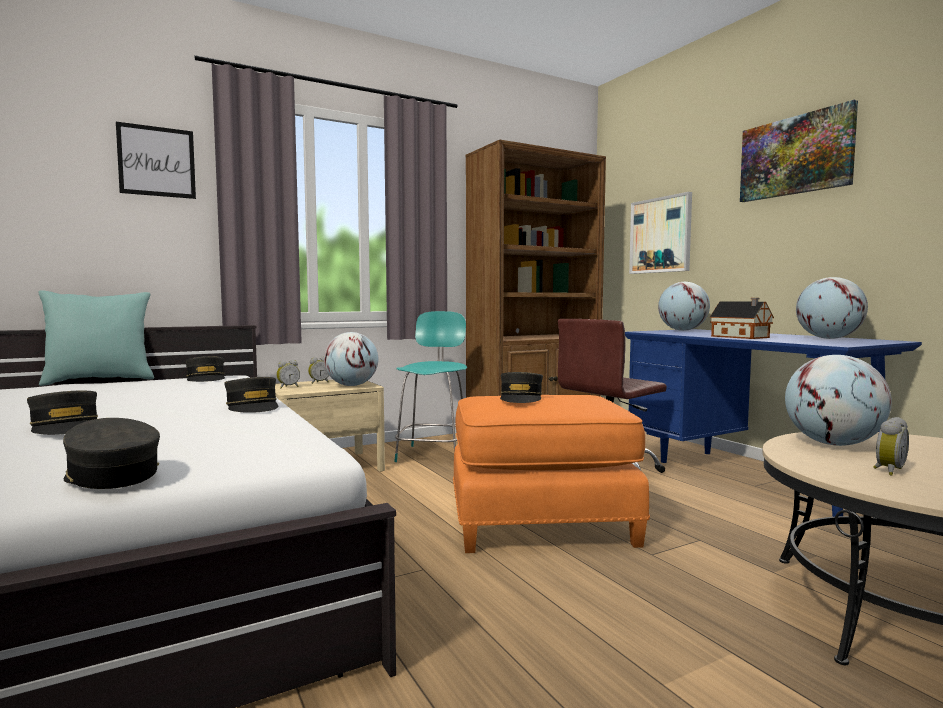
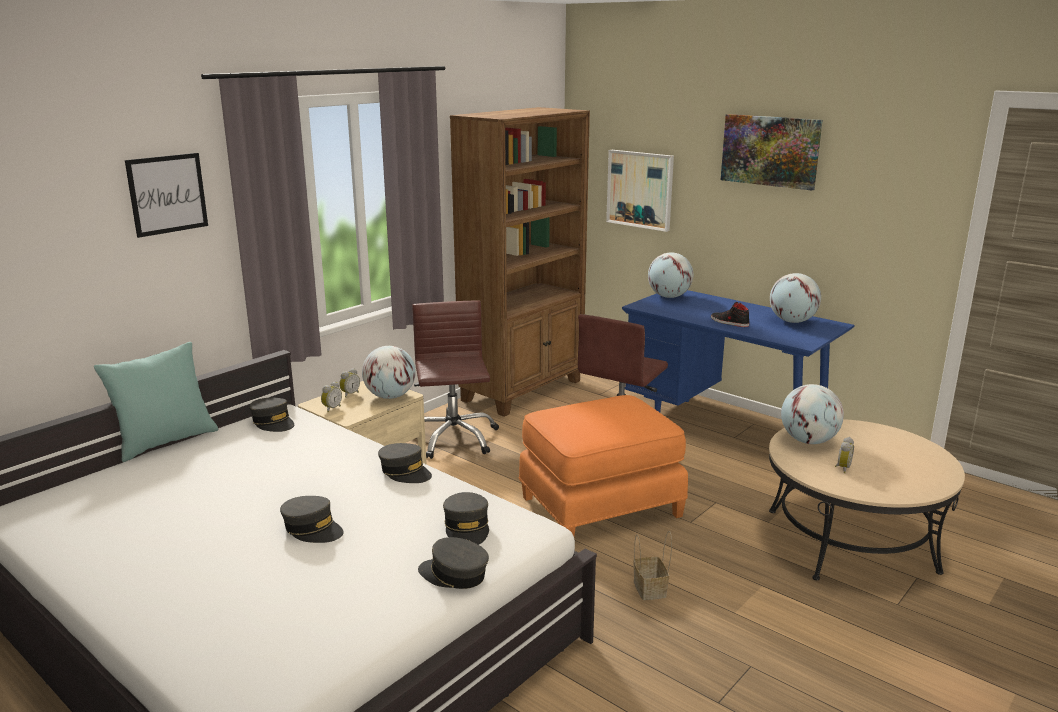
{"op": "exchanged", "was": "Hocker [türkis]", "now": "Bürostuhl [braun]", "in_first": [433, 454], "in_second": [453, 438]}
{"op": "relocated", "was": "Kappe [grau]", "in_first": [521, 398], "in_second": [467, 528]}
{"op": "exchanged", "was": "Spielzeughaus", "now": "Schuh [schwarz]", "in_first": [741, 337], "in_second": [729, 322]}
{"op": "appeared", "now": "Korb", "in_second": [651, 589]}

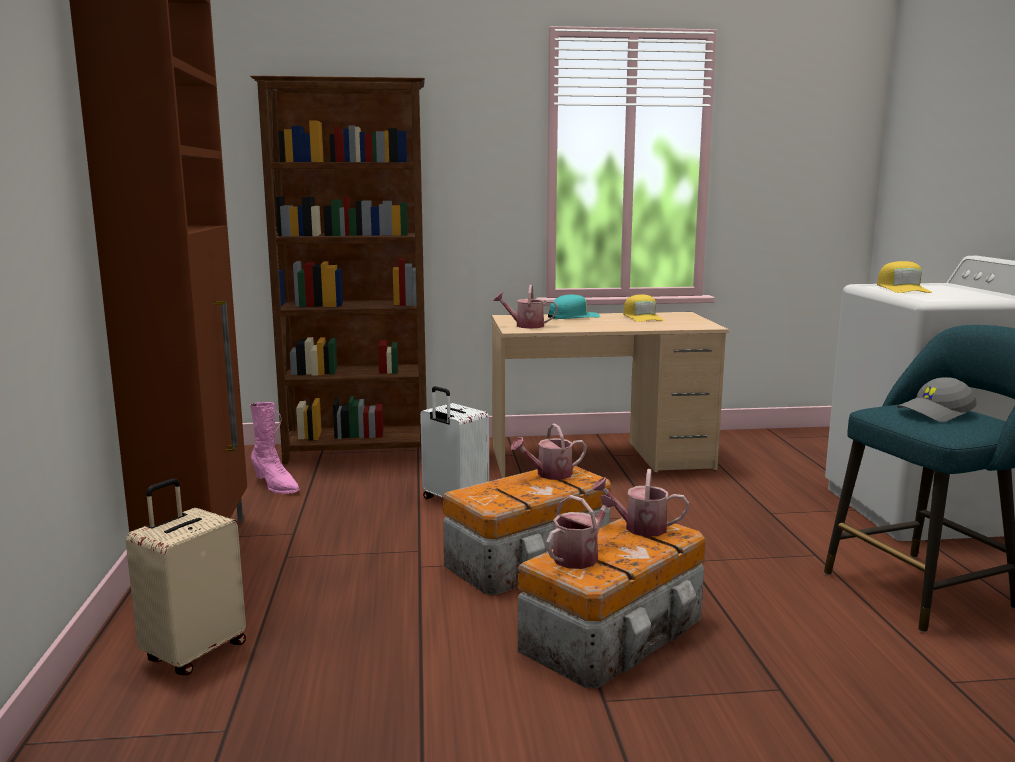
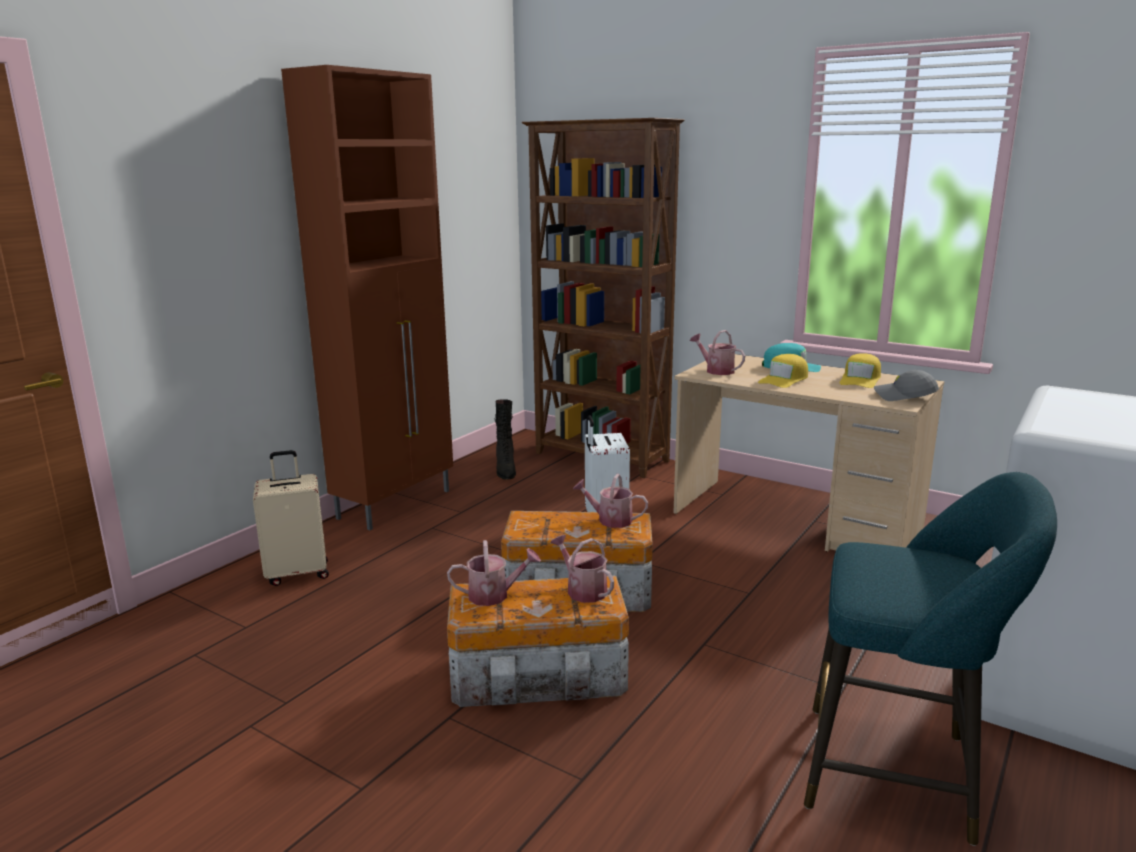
{"op": "colour", "was": "Stiefel [rosa]", "now": "Stiefel [schwarz]", "in_first": [275, 486], "in_second": [505, 470]}
{"op": "relocated", "was": "Kappe [gelb]", "in_first": [902, 289], "in_second": [784, 380]}
{"op": "relocated", "was": "Kappe [grau]", "in_first": [936, 413], "in_second": [904, 397]}

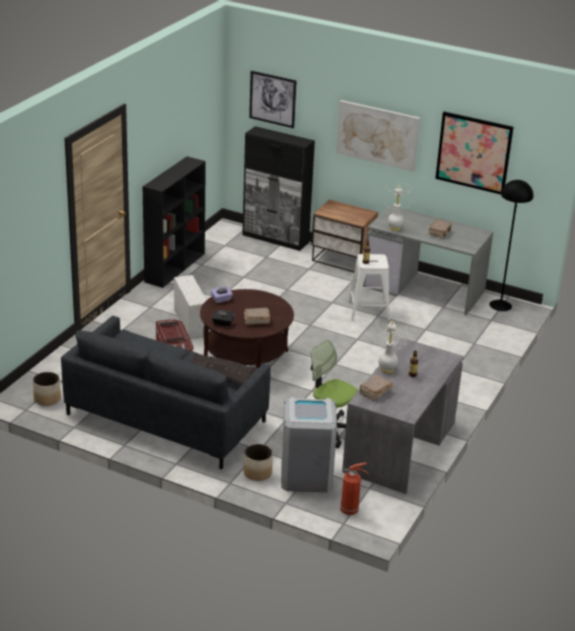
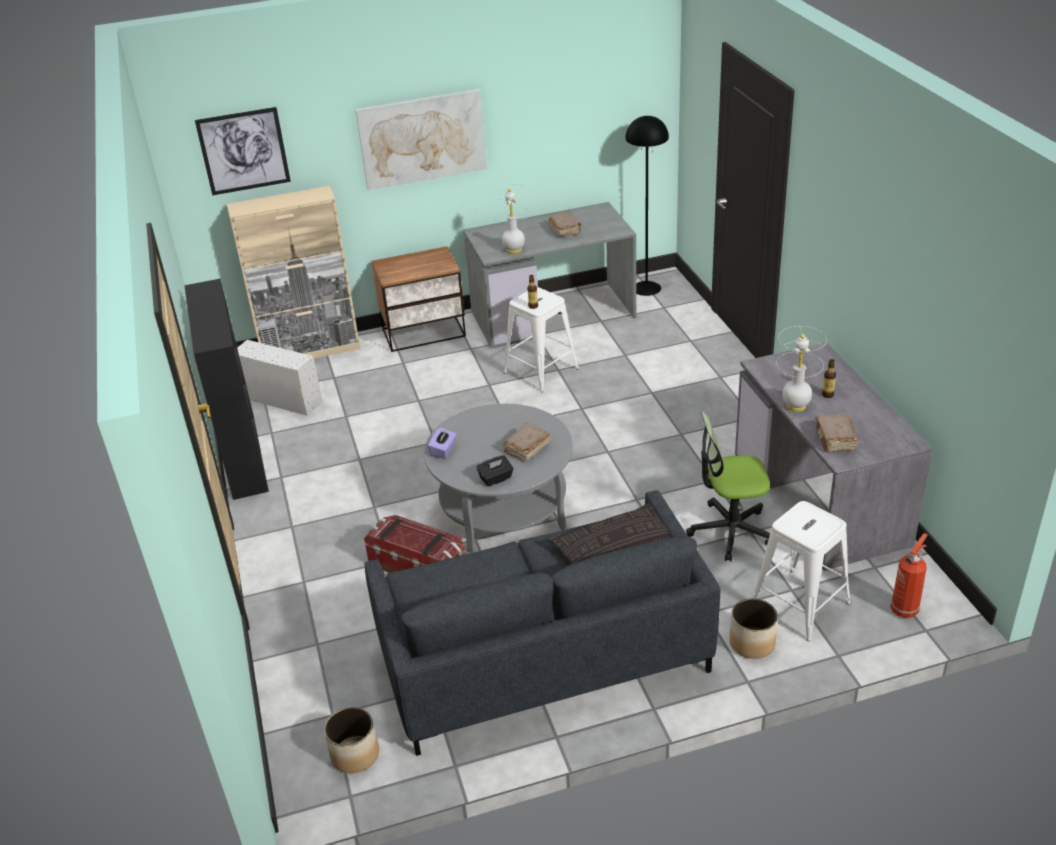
{"op": "relocated", "was": "Aufbewahrungsbox [weiß]", "in_first": [190, 322], "in_second": [280, 399]}
{"op": "colour", "was": "Couchtisch [braun]", "now": "Couchtisch [grau]", "in_first": [245, 356], "in_second": [503, 510]}
{"op": "colour", "was": "Schrank [schwarz]", "now": "Schrank [beige]", "in_first": [275, 239], "in_second": [311, 351]}
{"op": "exchanged", "was": "Mülleimer [grau]", "now": "Hocker [weiß]", "in_first": [306, 475], "in_second": [800, 604]}
{"op": "missing", "was": "Bild", "in_first": [474, 152]}

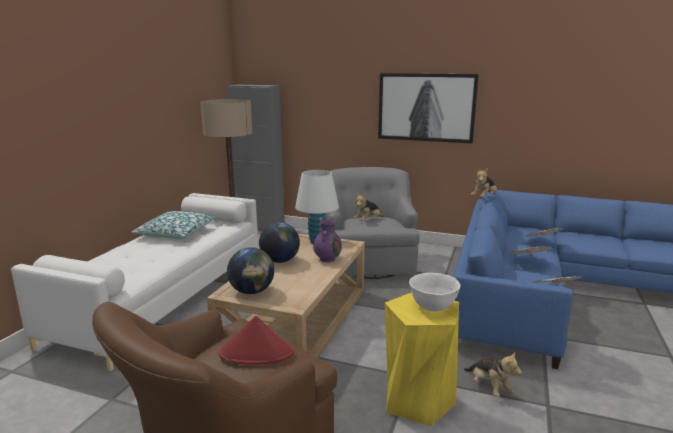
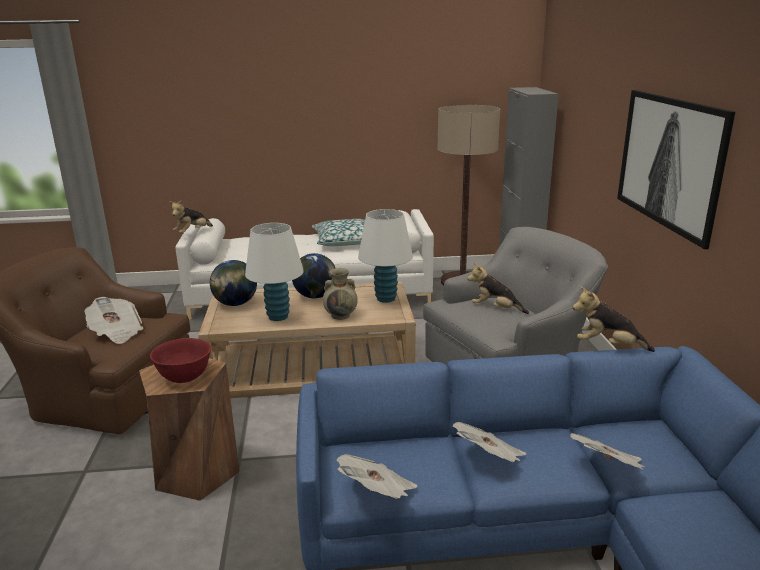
{"op": "exchanged", "was": "Hut [rot]", "now": "Zeitung", "in_first": [256, 353], "in_second": [116, 333]}
{"op": "colour", "was": "Vase [lila]", "now": "Vase [beige]", "in_first": [327, 259], "in_second": [341, 315]}
{"op": "colour", "was": "Hocker [gelb]", "now": "Hocker [braun]", "in_first": [417, 400], "in_second": [197, 473]}
{"op": "colour", "was": "Schüssel [weiß]", "now": "Schüssel [rot]", "in_first": [433, 307], "in_second": [184, 377]}
{"op": "relocated", "was": "Plüschtier", "in_first": [489, 387], "in_second": [192, 233]}
{"op": "appeared", "now": "Tischlampe [weiß]", "in_second": [278, 317]}

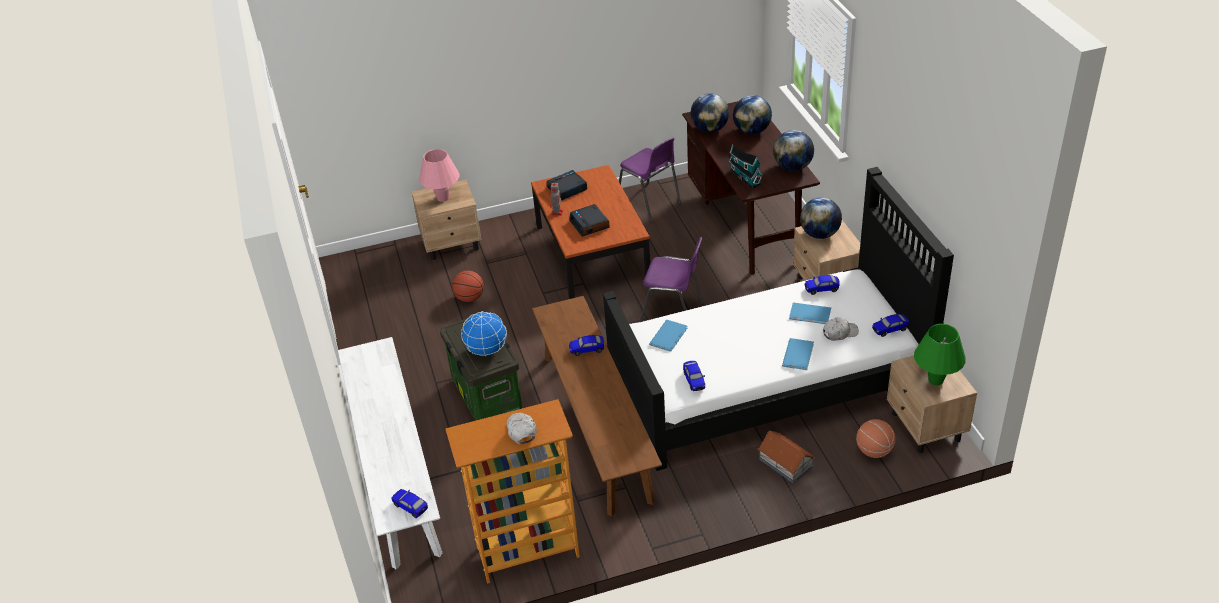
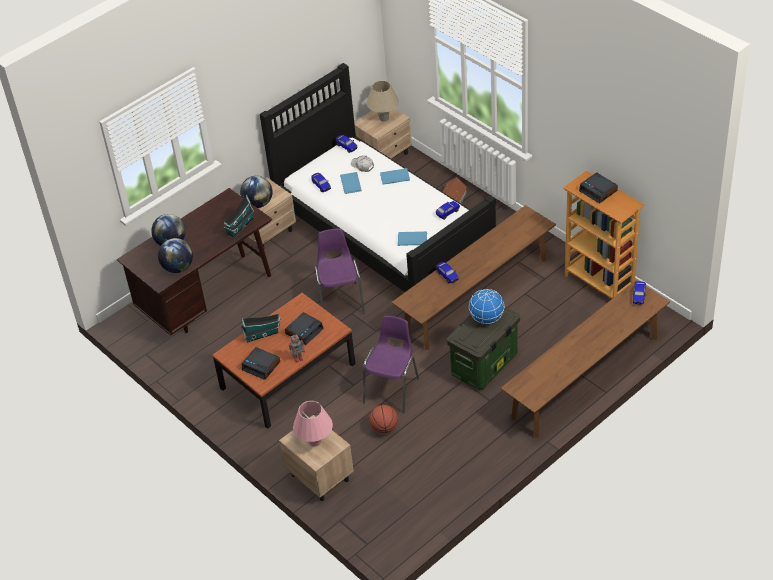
{"op": "colour", "was": "Bank [weiß]", "now": "Bank [braun]", "in_first": [396, 472], "in_second": [585, 377]}
{"op": "exchanged", "was": "Kappe [weiß]", "now": "Wecker", "in_first": [521, 430], "in_second": [598, 191]}
{"op": "relocated", "was": "Stuhl [lila]", "in_first": [649, 204], "in_second": [392, 389]}
{"op": "missing", "was": "Globus", "in_first": [793, 167]}
{"op": "missing", "was": "Basketball", "in_first": [874, 451]}
{"op": "colour", "was": "Tischlampe [grün]", "now": "Tischlampe [beige]", "in_first": [935, 380], "in_second": [384, 118]}
{"op": "appeared", "now": "Spielzeughaus", "in_second": [262, 334]}

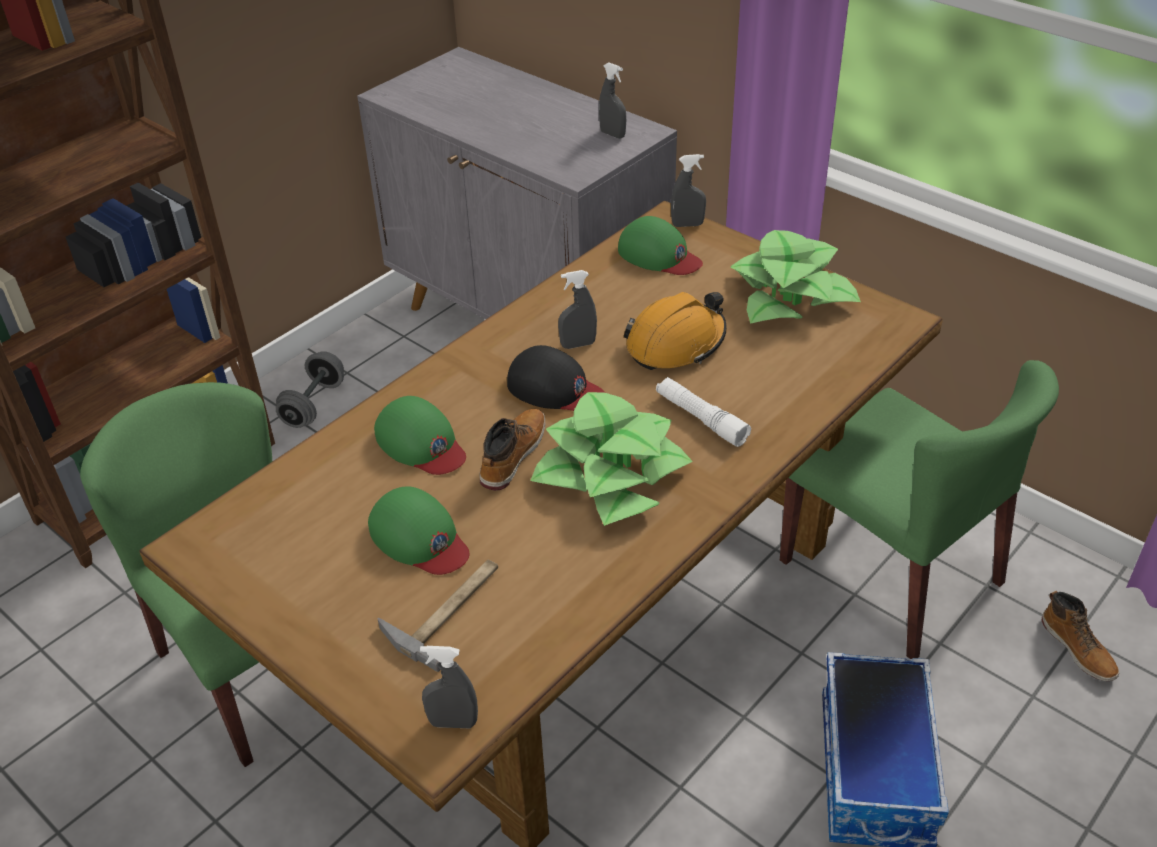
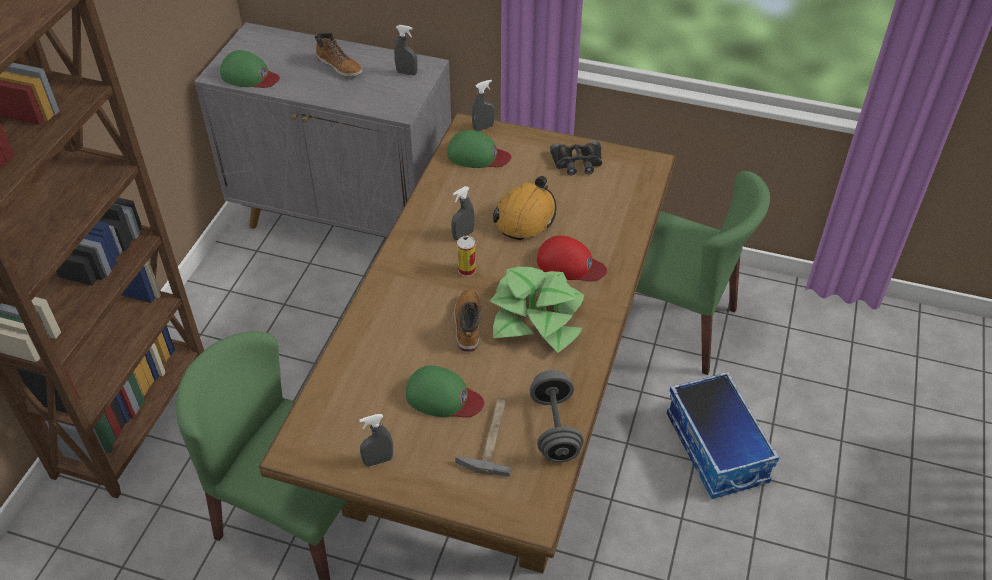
{"op": "relocated", "was": "Hantel [grau]", "in_first": [314, 404], "in_second": [555, 428]}
{"op": "relocated", "was": "Kappe [grün]", "in_first": [421, 443], "in_second": [249, 76]}
{"op": "relocated", "was": "Sprühflasche [grau]", "in_first": [453, 722], "in_second": [378, 460]}
{"op": "exchanged", "was": "Kappe [schwarz]", "now": "Dose", "in_first": [555, 388], "in_second": [466, 270]}
{"op": "exchanged", "was": "Taschenlampe [weiß]", "now": "Kappe [rot]", "in_first": [701, 418], "in_second": [570, 264]}
{"op": "exchanged", "was": "Topfpflanze", "now": "Fernglas [schwarz]", "in_first": [790, 294], "in_second": [577, 162]}
{"op": "relocated", "was": "Stiefel", "in_first": [1078, 649], "in_second": [340, 66]}

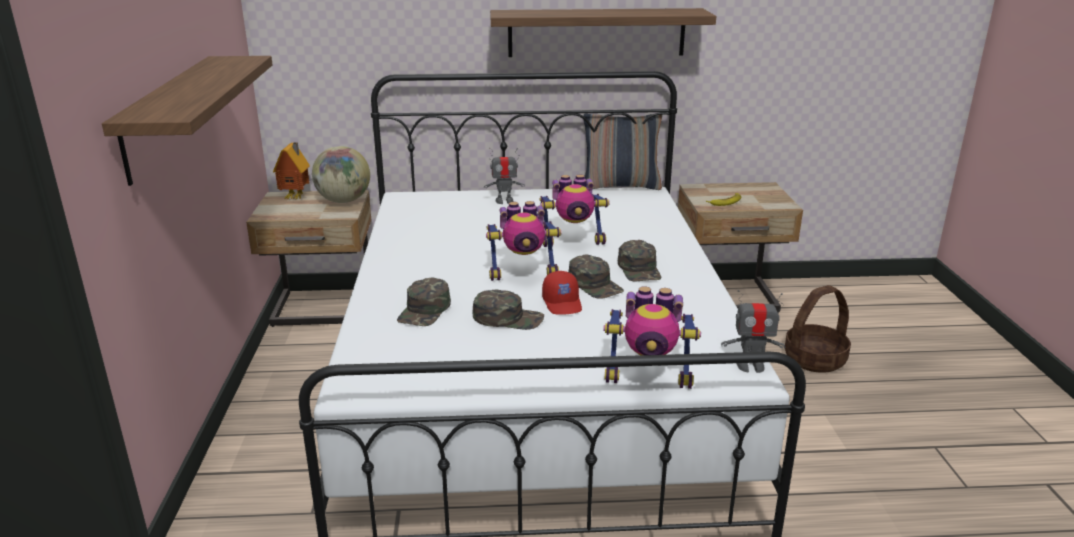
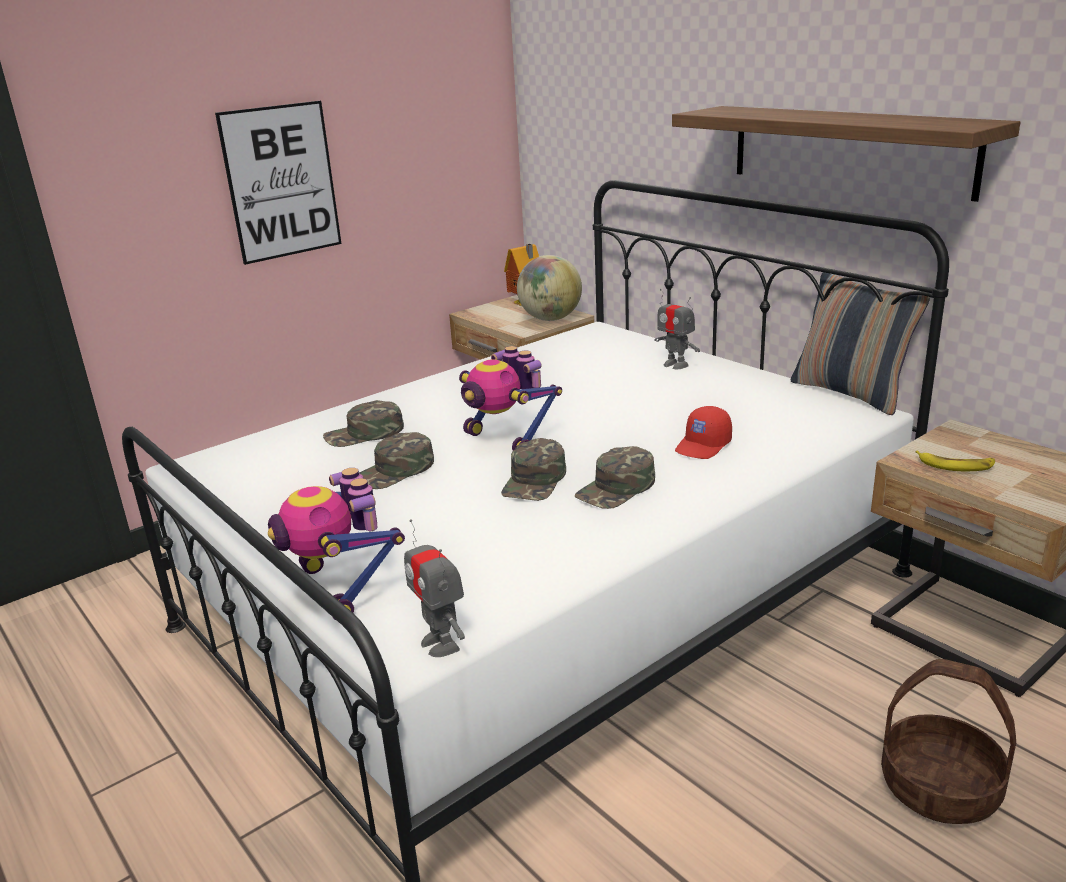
{"op": "exchanged", "was": "Wandregal", "now": "Bild", "in_first": [169, 115], "in_second": [281, 182]}
{"op": "spun", "was": "Kappe [grün]", "in_first": [508, 318], "in_second": [395, 471], "clockwise": 75}
{"op": "missing", "was": "Spielzeugroboter", "in_first": [573, 241]}
{"op": "relocated", "was": "Kappe [rot]", "in_first": [563, 303], "in_second": [704, 446]}

